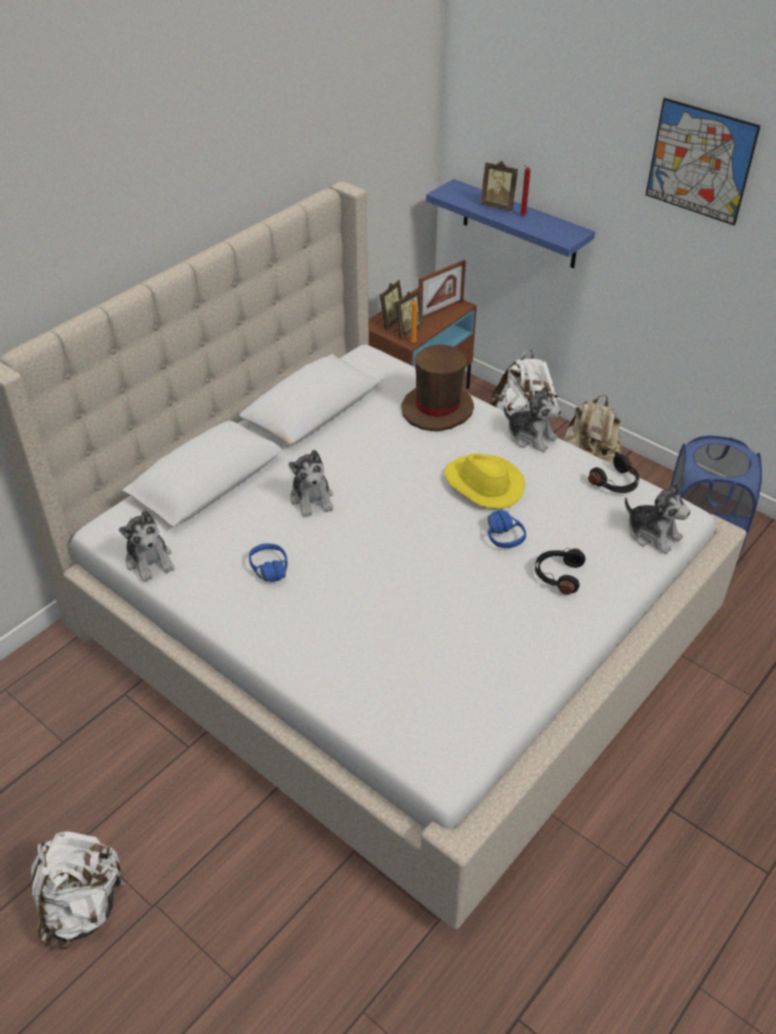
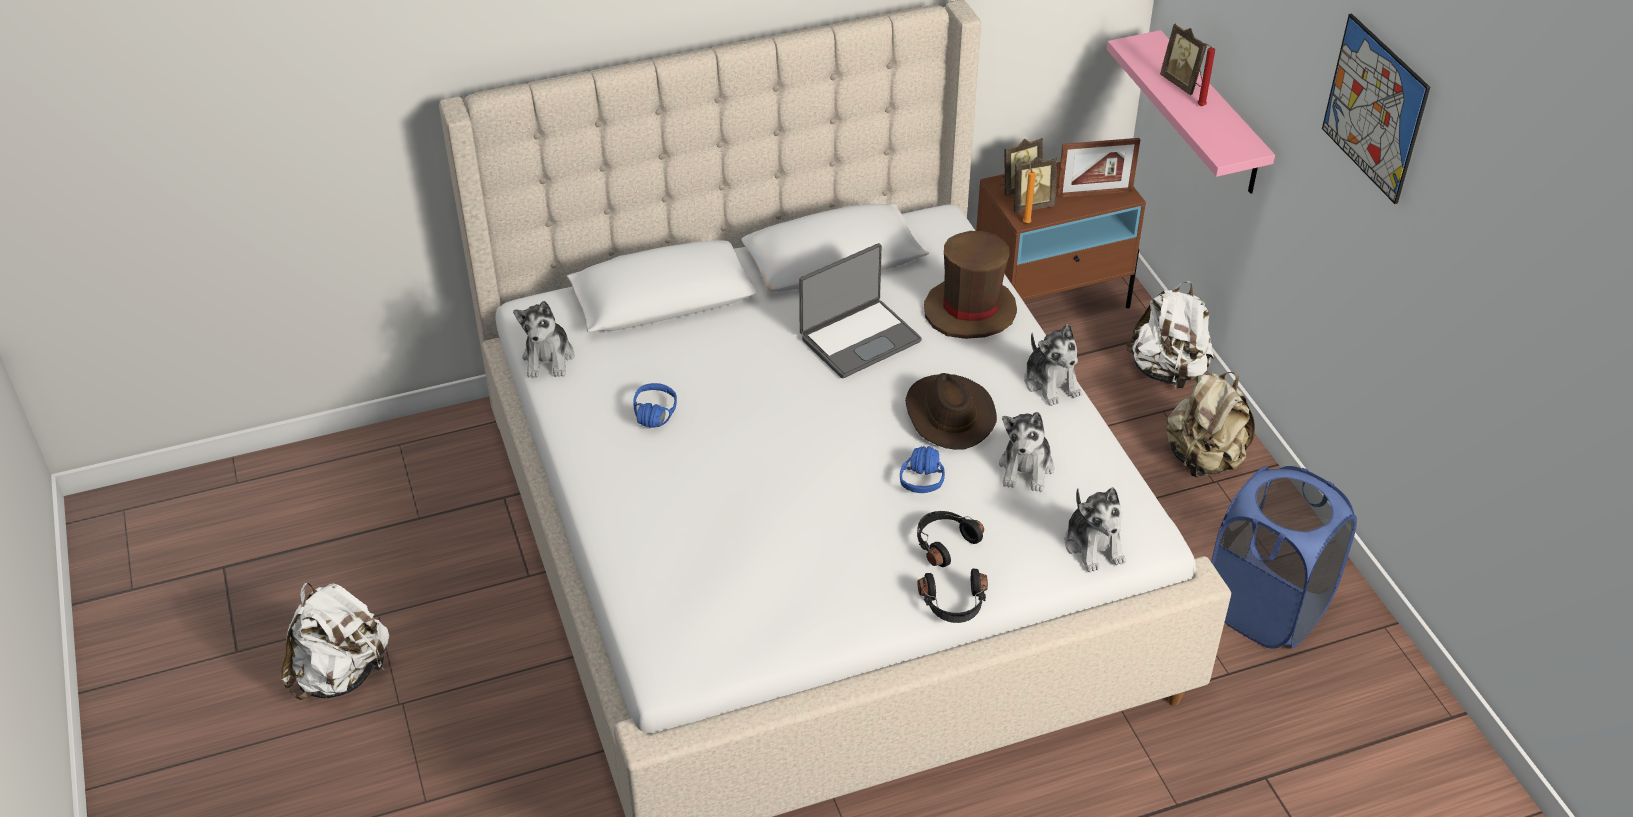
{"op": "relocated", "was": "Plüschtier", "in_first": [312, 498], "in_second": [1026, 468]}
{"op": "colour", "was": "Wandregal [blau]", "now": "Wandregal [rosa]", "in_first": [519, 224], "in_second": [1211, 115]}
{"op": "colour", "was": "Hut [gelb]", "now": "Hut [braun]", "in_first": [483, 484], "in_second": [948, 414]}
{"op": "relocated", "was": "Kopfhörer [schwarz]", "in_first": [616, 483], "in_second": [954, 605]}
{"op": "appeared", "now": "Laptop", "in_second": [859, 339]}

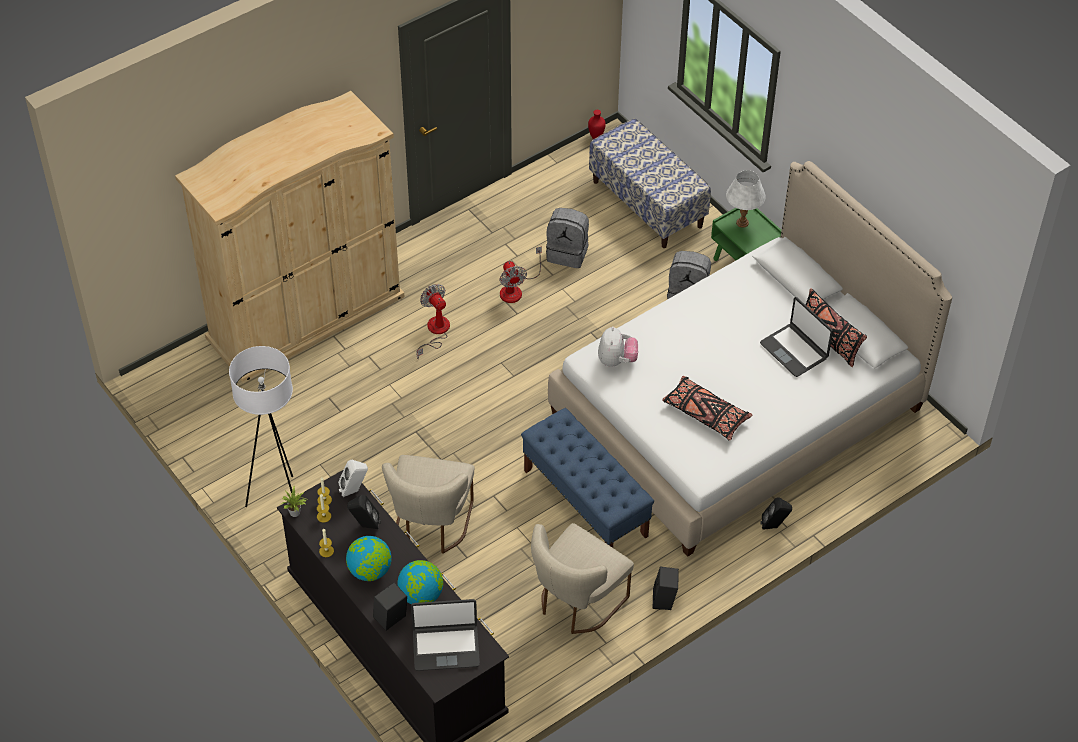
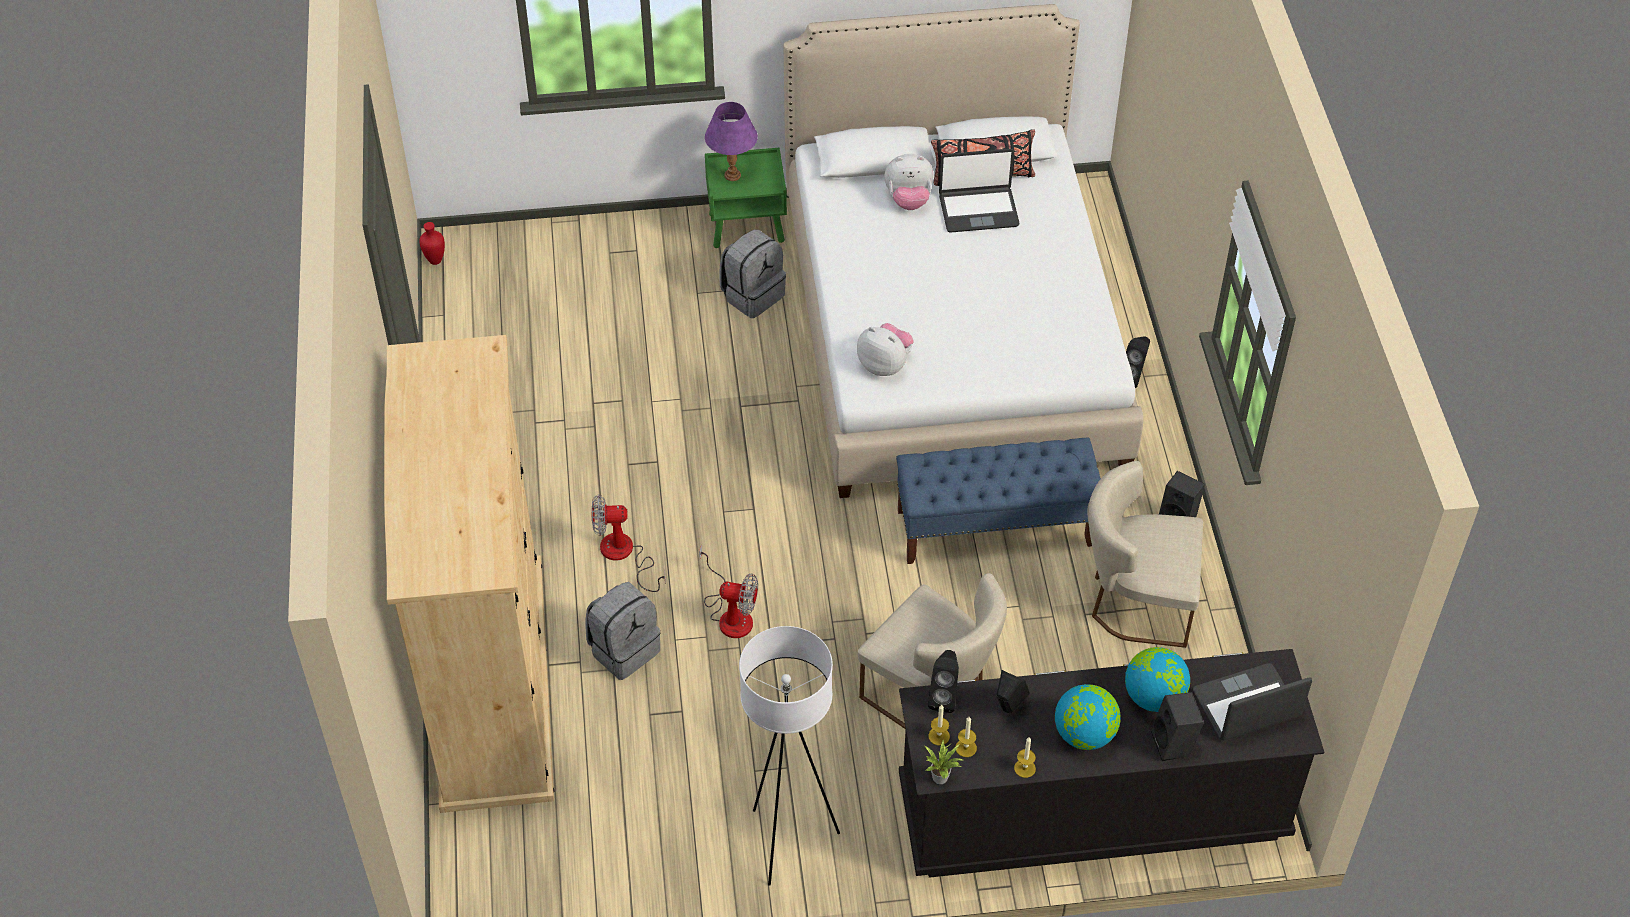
{"op": "colour", "was": "Lautsprecher [weiß]", "now": "Lautsprecher [schwarz]", "in_first": [354, 490], "in_second": [944, 697]}
{"op": "spun", "was": "Laptop", "in_first": [446, 647], "in_second": [1247, 705], "clockwise": -135}
{"op": "relocated", "was": "Ventilator", "in_first": [516, 289], "in_second": [730, 614]}
{"op": "spun", "was": "Stuhl [beige]", "in_first": [576, 603], "in_second": [1135, 602], "clockwise": 120}
{"op": "relocated", "was": "Rucksack [grau]", "in_first": [568, 253], "in_second": [624, 649]}
{"op": "missing", "was": "Bank", "in_first": [647, 204]}
{"op": "missing", "was": "Kissen [schwarz]", "in_first": [705, 414]}
{"op": "colour", "was": "Tischlampe [weiß]", "now": "Tischlampe [lila]", "in_first": [742, 223], "in_second": [732, 175]}
{"op": "appeared", "now": "Plüschtier", "in_second": [908, 200]}

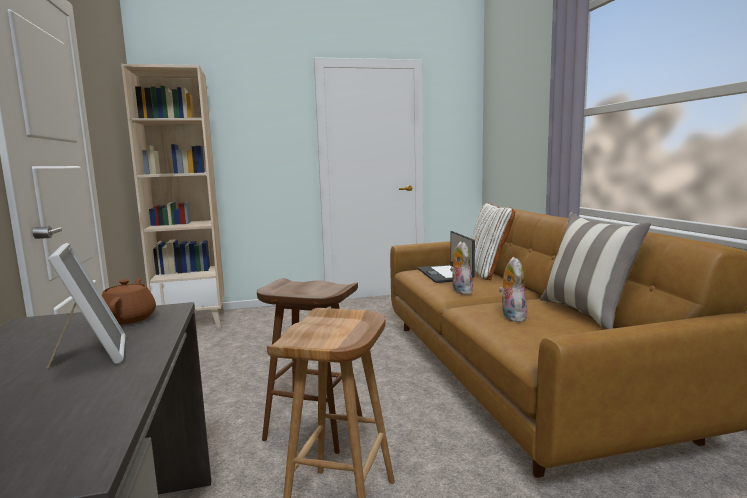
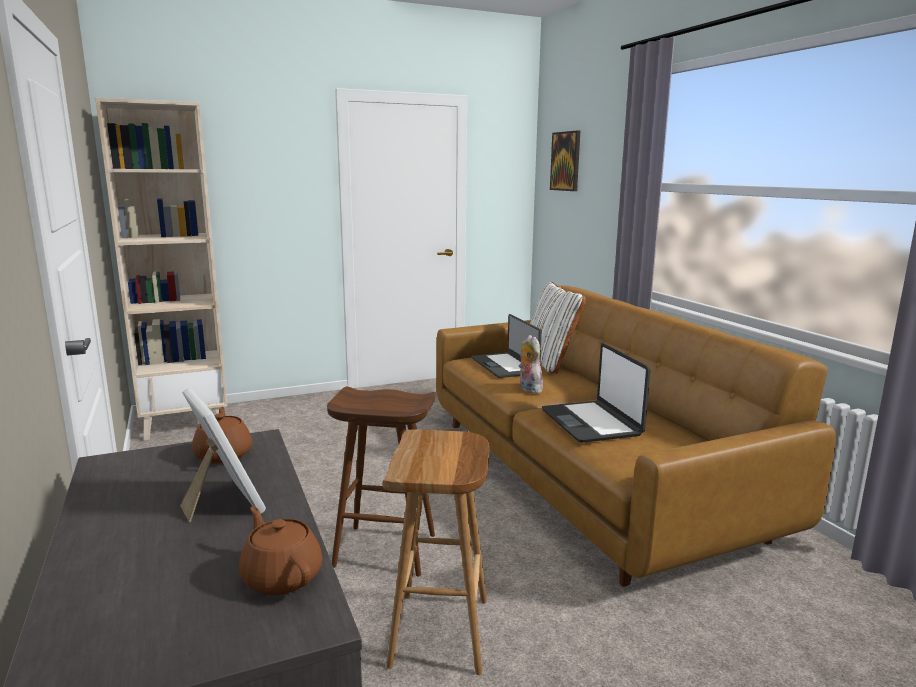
{"op": "exchanged", "was": "Plüschtier", "now": "Laptop", "in_first": [511, 317], "in_second": [592, 423]}
{"op": "missing", "was": "Kissen", "in_first": [586, 313]}
{"op": "appeared", "now": "Teekanne [braun]", "in_second": [281, 576]}
{"op": "appeared", "now": "Bild", "in_second": [566, 161]}

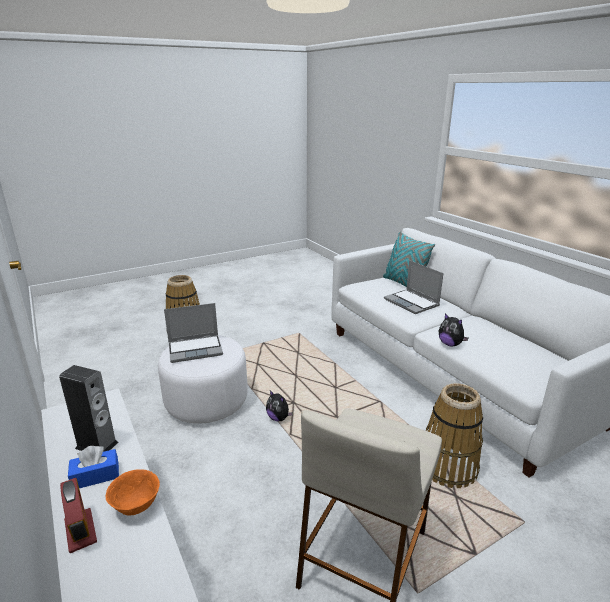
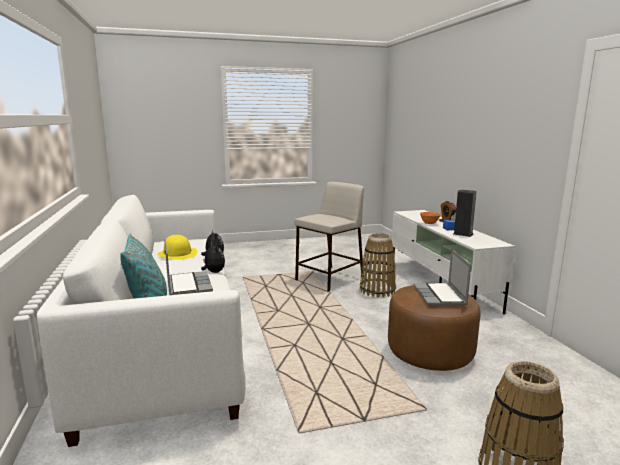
{"op": "colour", "was": "Polsterhocker [weiß]", "now": "Polsterhocker [braun]", "in_first": [206, 401], "in_second": [430, 352]}
{"op": "spun", "was": "Laptop", "in_first": [196, 349], "in_second": [440, 296], "clockwise": -90}
{"op": "relocated", "was": "Plüschtier", "in_first": [278, 418], "in_second": [213, 272]}
{"op": "relocated", "was": "Korb", "in_first": [448, 467], "in_second": [377, 290]}
{"op": "appeared", "now": "Hut [gelb]", "in_second": [177, 254]}

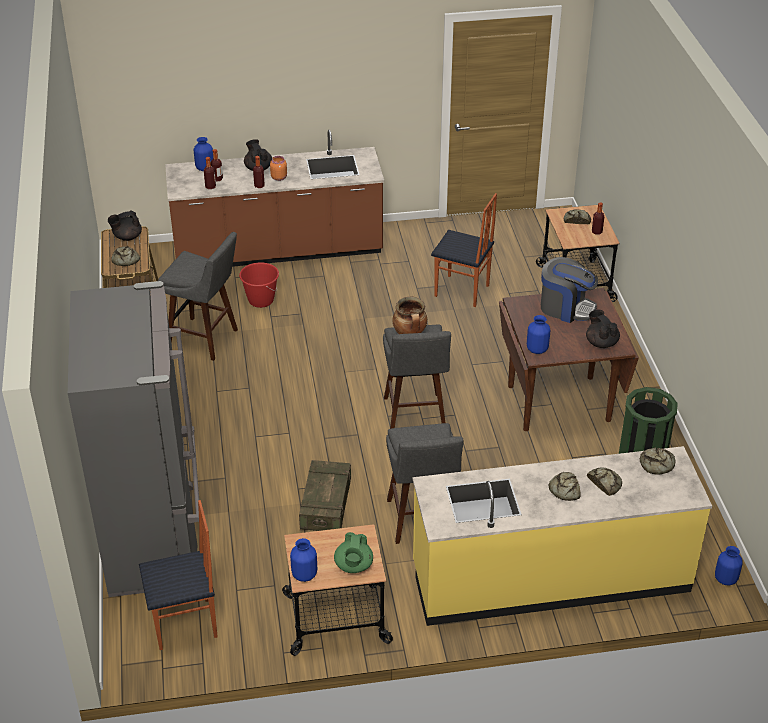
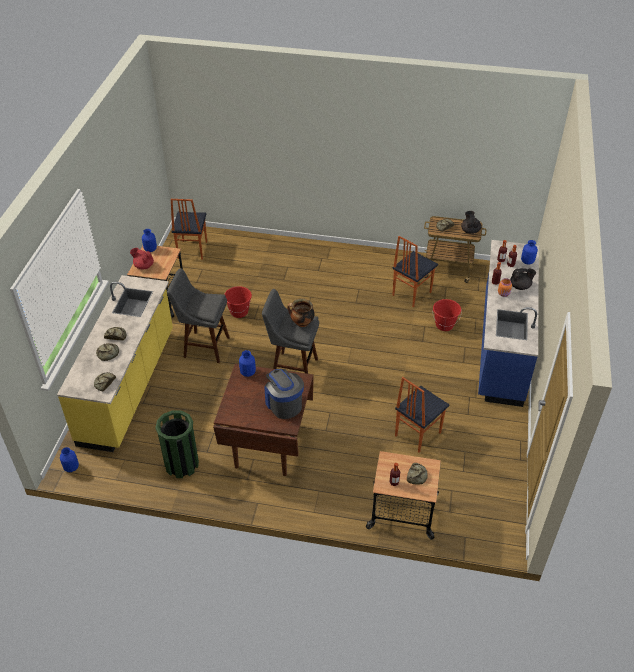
{"op": "missing", "was": "Kühlschrank [grau]", "in_first": [155, 538]}
{"op": "exchanged", "was": "Hocker [grau]", "now": "Stuhl", "in_first": [206, 339], "in_second": [411, 293]}
{"op": "colour", "was": "Küchenzeile [braun]", "now": "Küchenzeile [blau]", "in_first": [278, 252], "in_second": [501, 346]}
{"op": "exchanged", "was": "Kiste", "now": "Eimer [rot]", "in_first": [326, 506], "in_second": [239, 312]}
{"op": "colour", "was": "Teekanne [grün]", "now": "Teekanne [rot]", "in_first": [353, 566], "in_second": [143, 266]}
{"op": "spun", "was": "Kaffeemaschine", "in_first": [566, 308], "in_second": [283, 404], "clockwise": 105}
{"op": "missing", "was": "Teekanne [schwarz]", "in_first": [601, 342]}

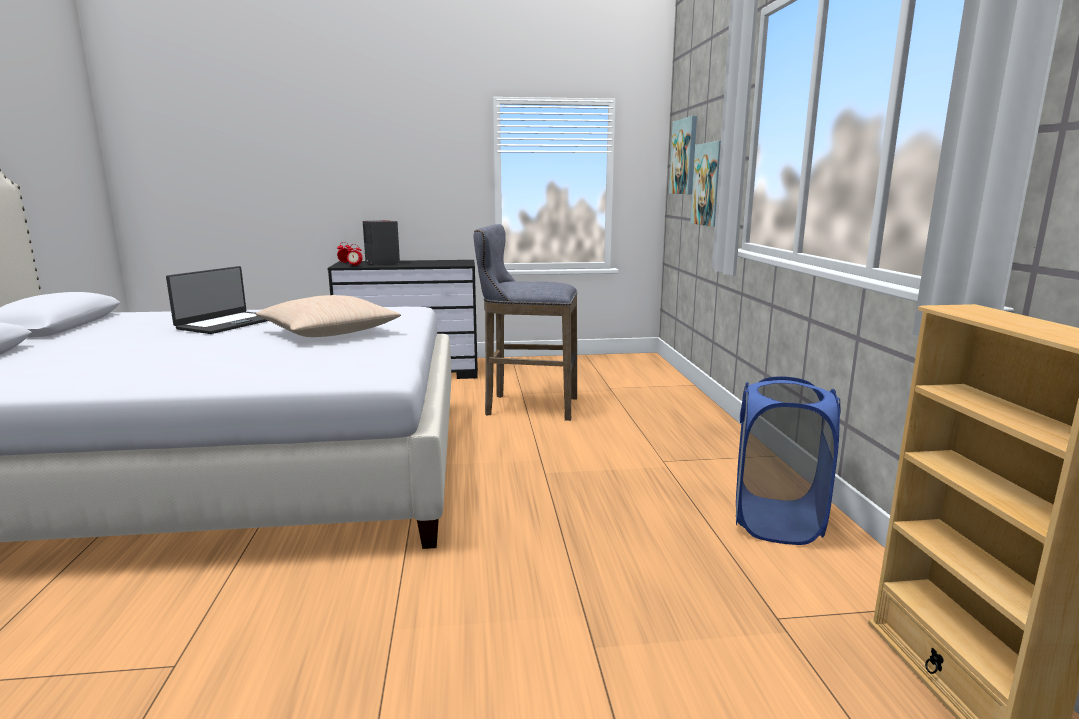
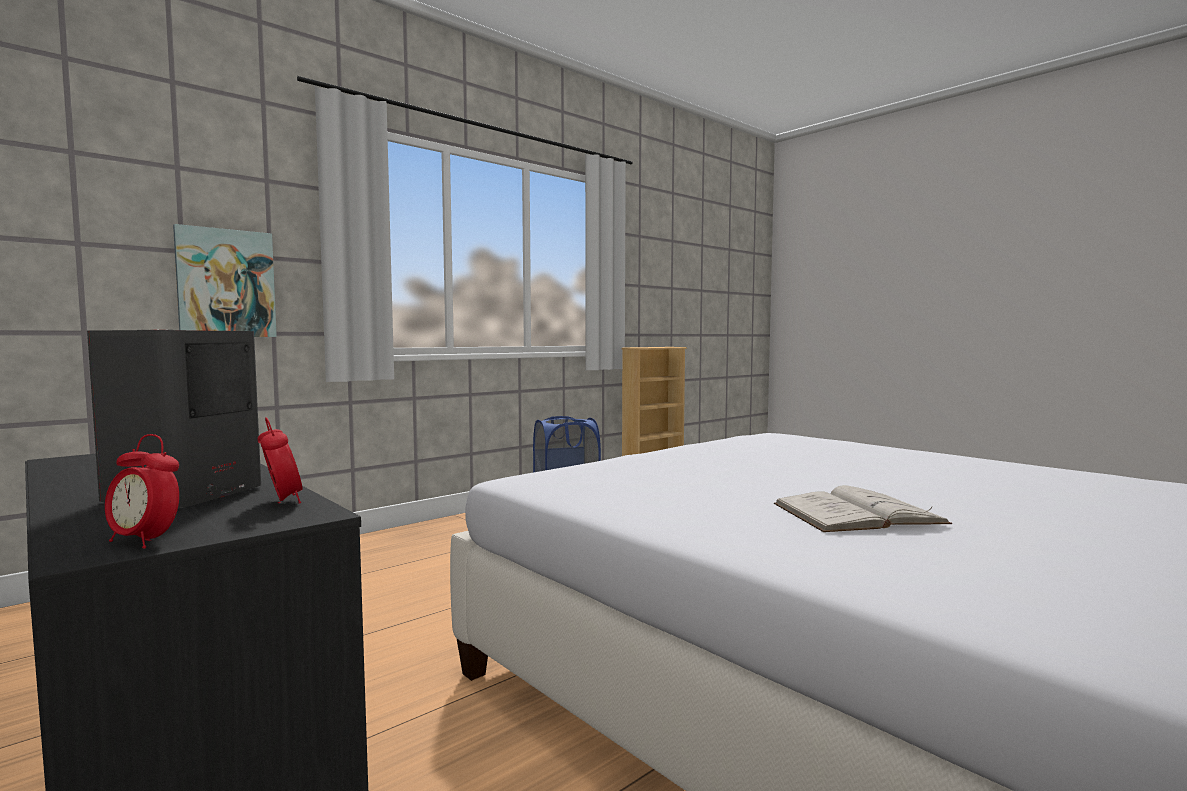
{"op": "exchanged", "was": "Laptop", "now": "Buch [weiß]", "in_first": [227, 323], "in_second": [857, 513]}
{"op": "missing", "was": "Kissen [beige]", "in_first": [329, 332]}
{"op": "missing", "was": "Hocker [grau]", "in_first": [527, 407]}
{"op": "missing", "was": "Bild", "in_first": [684, 156]}

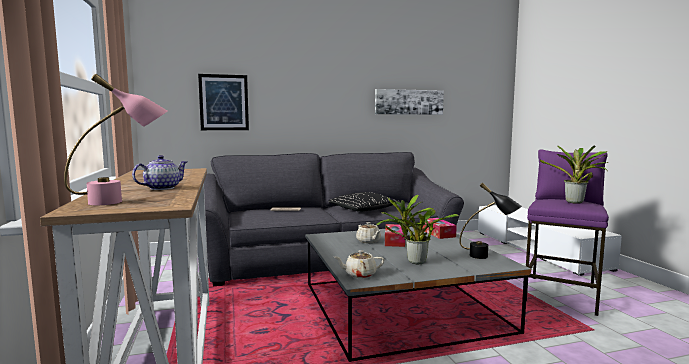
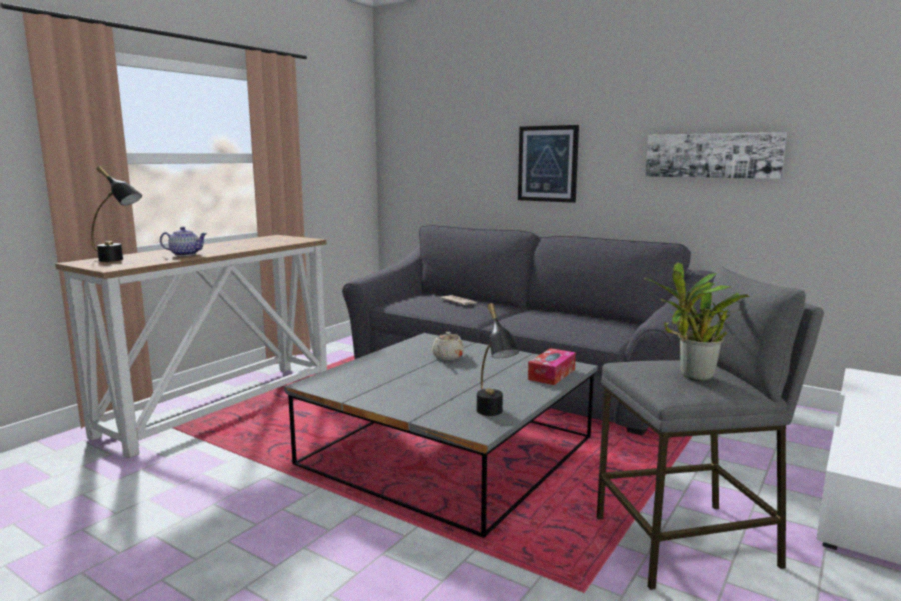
{"op": "colour", "was": "Tischlampe [rosa]", "now": "Tischlampe [schwarz]", "in_first": [122, 201], "in_second": [118, 260]}
{"op": "relocated", "was": "Bild", "in_first": [224, 102], "in_second": [548, 164]}
{"op": "missing", "was": "Kissen [schwarz]", "in_first": [363, 209]}
{"op": "missing", "was": "Teekanne [beige]", "in_first": [359, 274]}
{"op": "missing", "was": "Topfpflanze", "in_first": [414, 262]}
{"op": "missing", "was": "Taschentuchbox", "in_first": [394, 241]}
{"op": "colour", "was": "Hocker [lila]", "now": "Hocker [grau]", "in_first": [561, 294], "in_second": [687, 543]}

